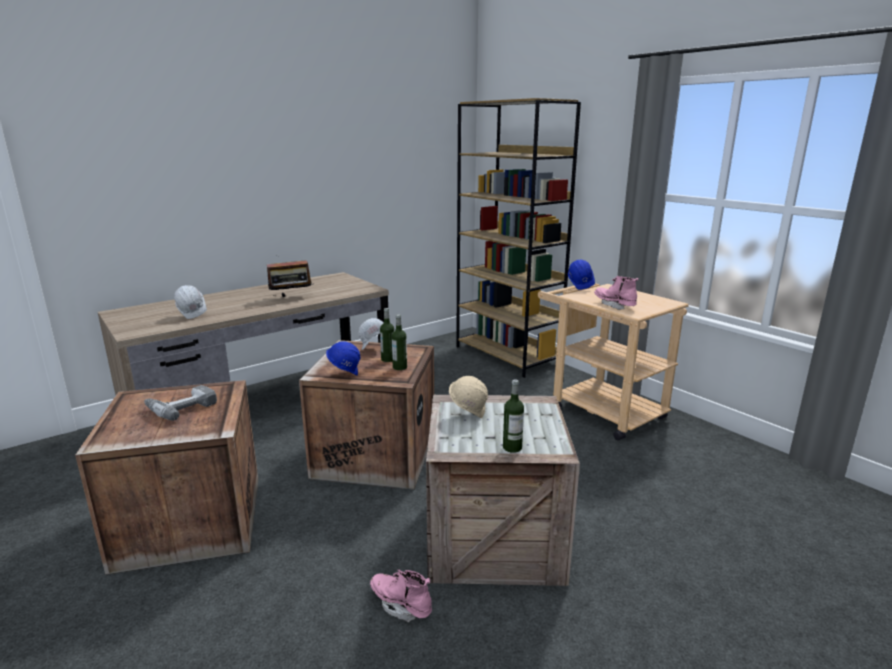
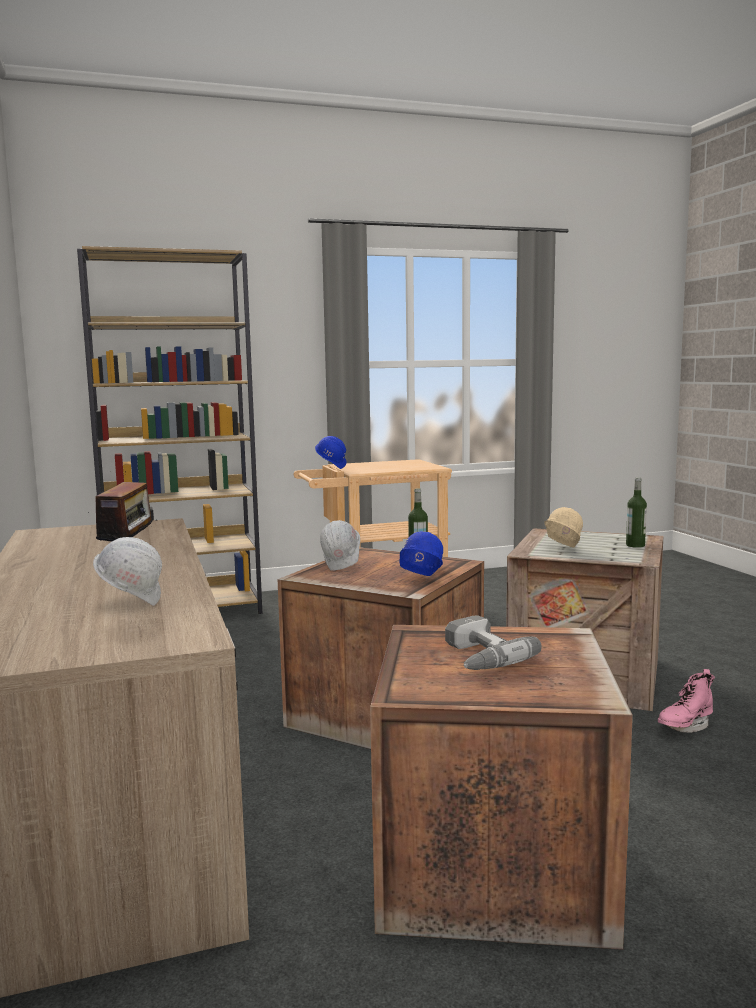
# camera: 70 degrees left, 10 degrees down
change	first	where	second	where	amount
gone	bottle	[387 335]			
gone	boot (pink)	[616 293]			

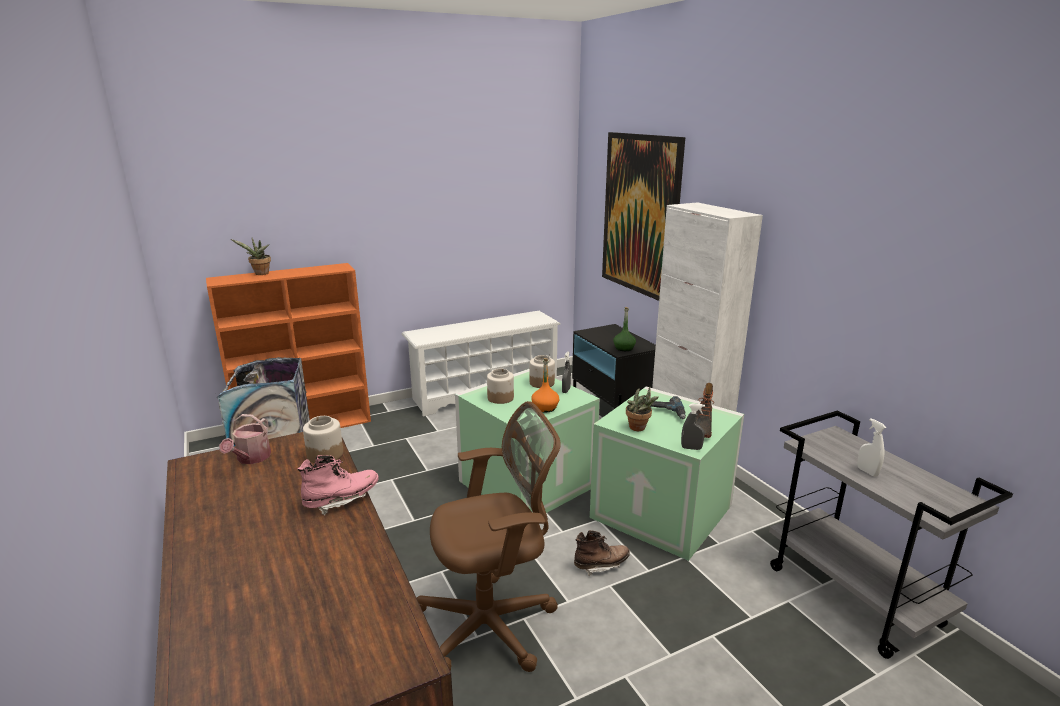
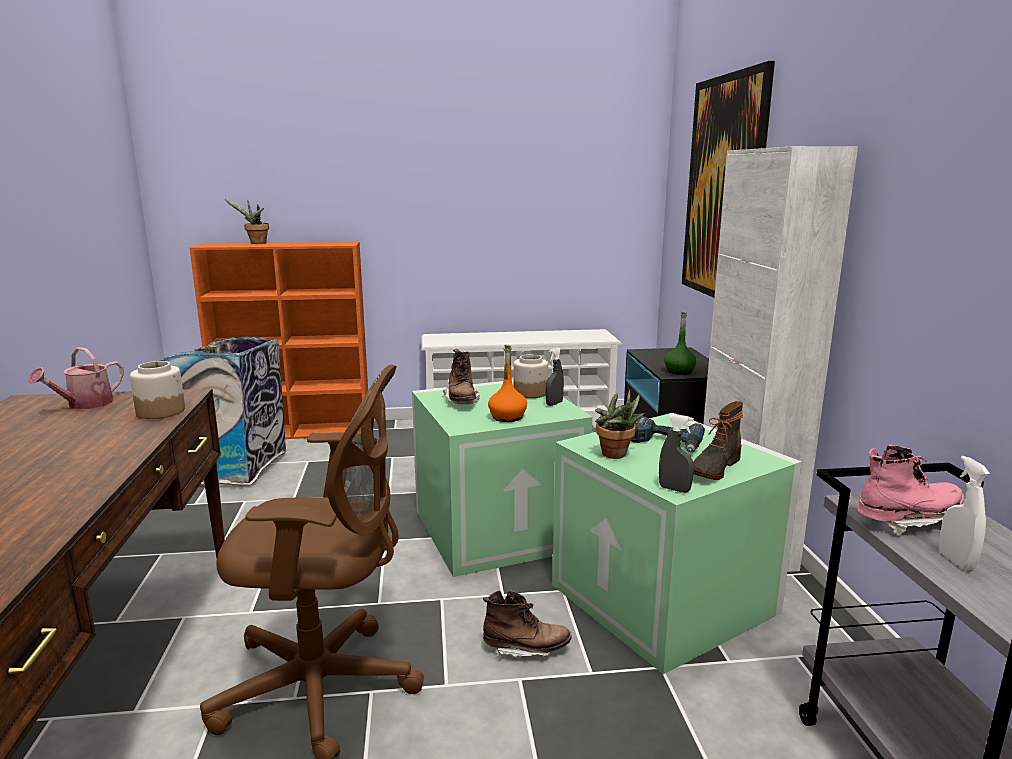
# camera: 20 degrees right, 5 degrees down
change	first	where	second	where	amount
swapped	jar	[500 386]	boot (brown)	[461 376]	
shifted	boot (pink)	[338 485]		[910 490]	

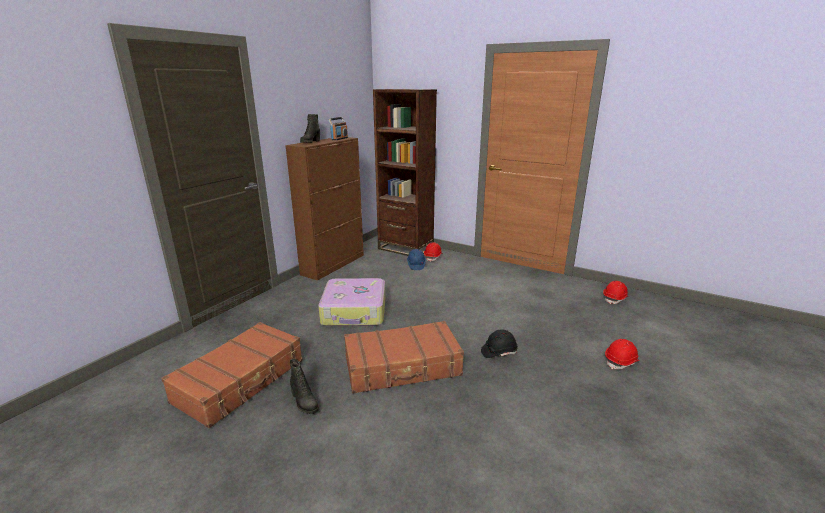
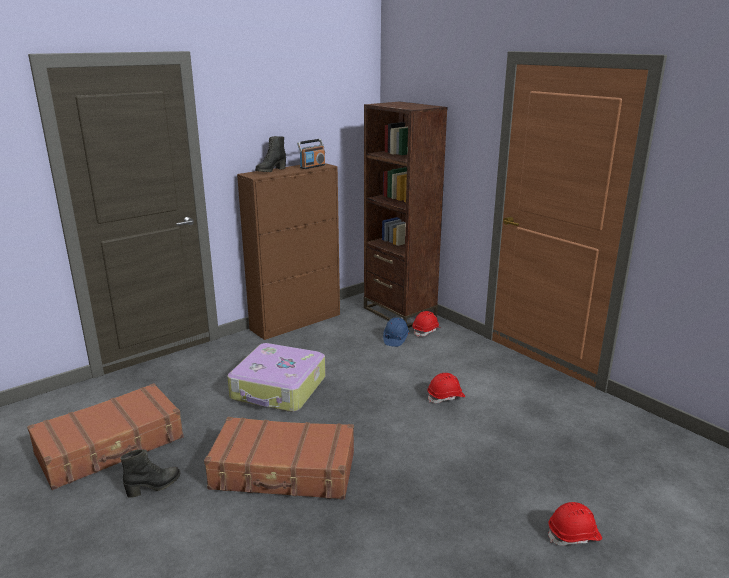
# camera: 20 degrees right, 0 degrees up
change	first	where	second	where	amount
rotated	boot (black)	[304 386]		[150 473]	105 degrees counterclockwise
shifted	hard hat (red)	[616 292]		[446 388]	
gone	hard hat (black)	[499 343]			

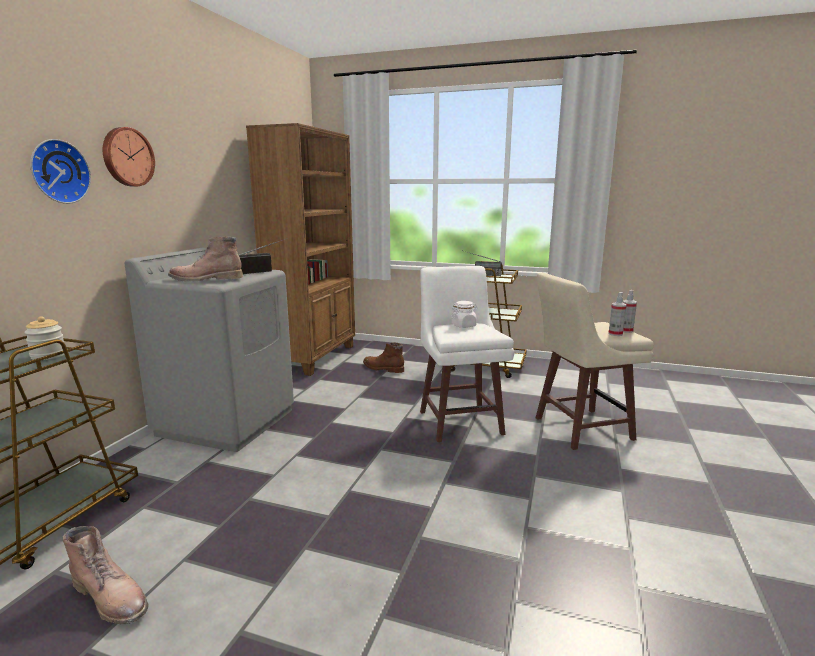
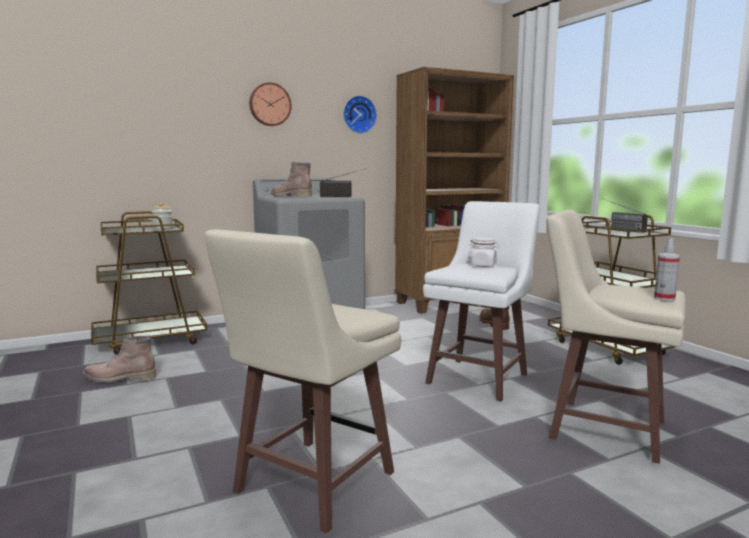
# camera: 45 degrees right, 5 degrees down
change	first	where	second	where	amount
rotated	boot (brown)	[106 575]		[119 359]	105 degrees clockwise
new			stool (beige)	[302 381]	
shifted	wall clock	[60 171]		[360 114]	
gone	spray bottle	[617 314]			

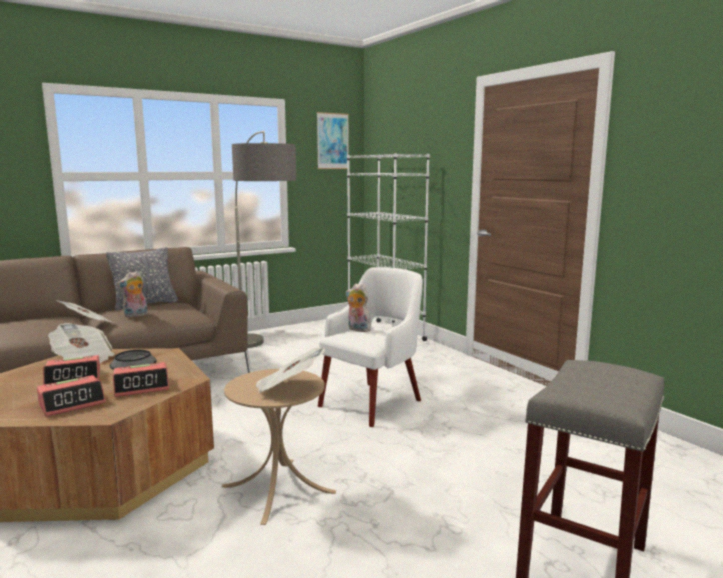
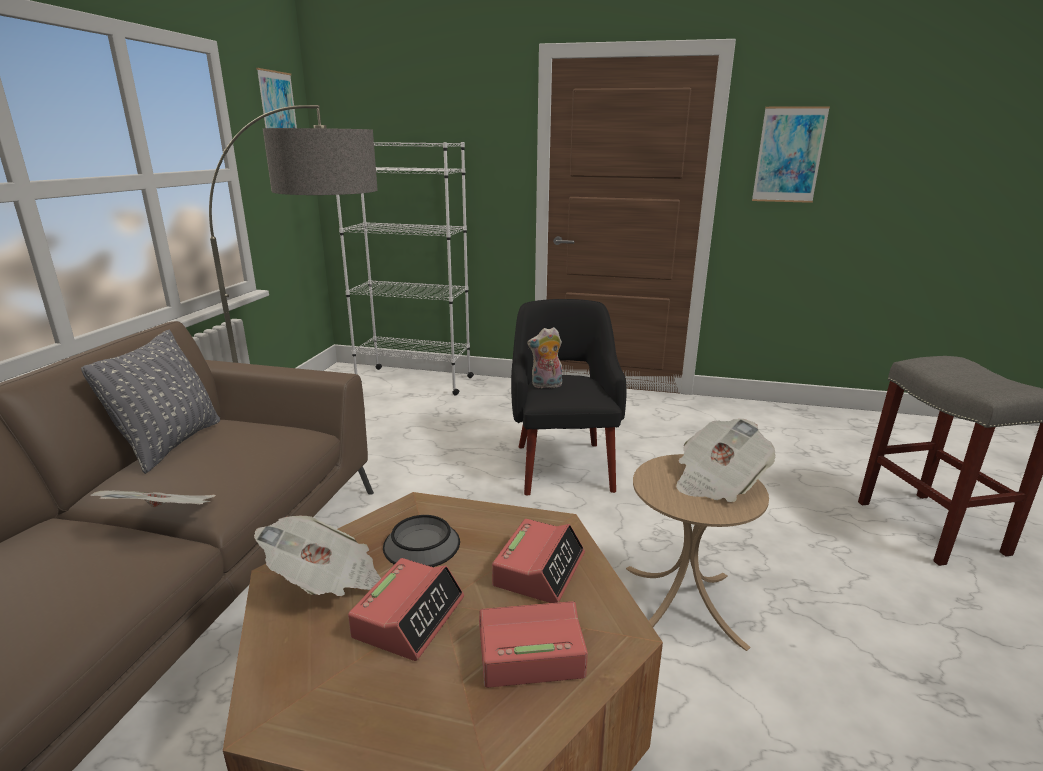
# camera: 45 degrees left, 10 degrees up
change	first	where	second	where	amount
rotated	alarm clock	[71 396]		[533 644]	105 degrees counterclockwise
repainted	armchair (white)	[370 347]	armchair (black)	[569 397]	
new			picture	[791 154]	
gone	plush toy	[132 294]			

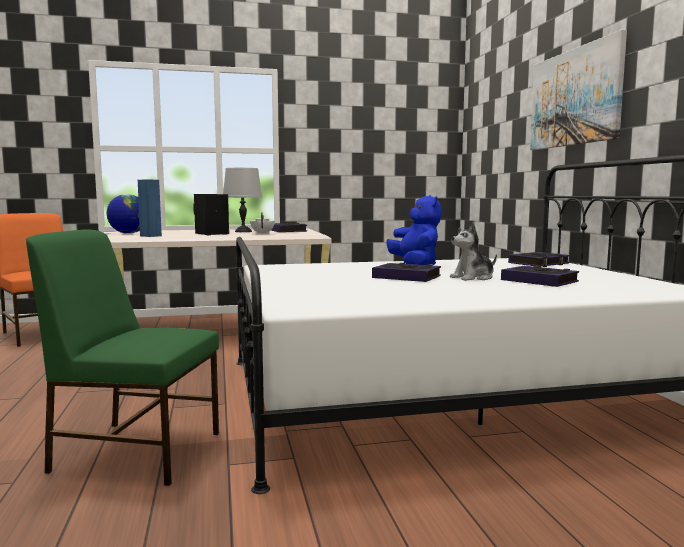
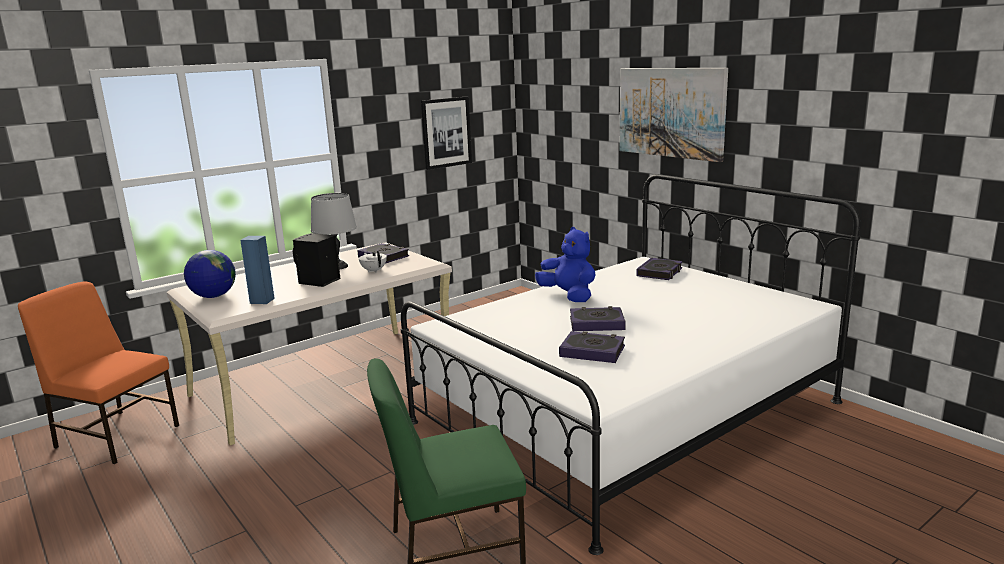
# camera: 25 degrees left, 10 degrees up
change	first	where	second	where	amount
new			picture	[446 133]	
shifted	book	[540 276]		[592 347]	
gone	plush toy	[473 251]			

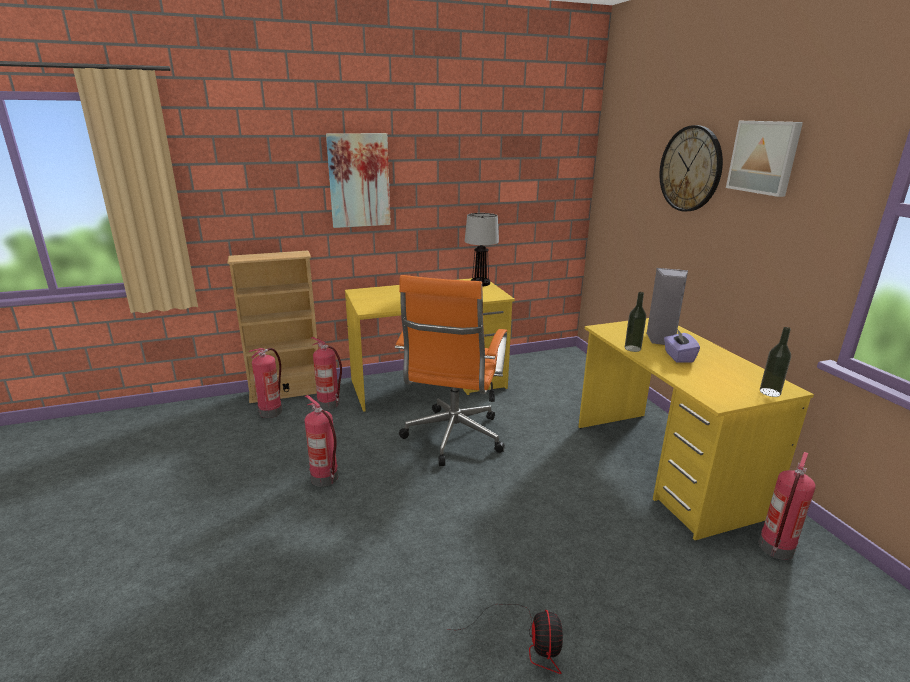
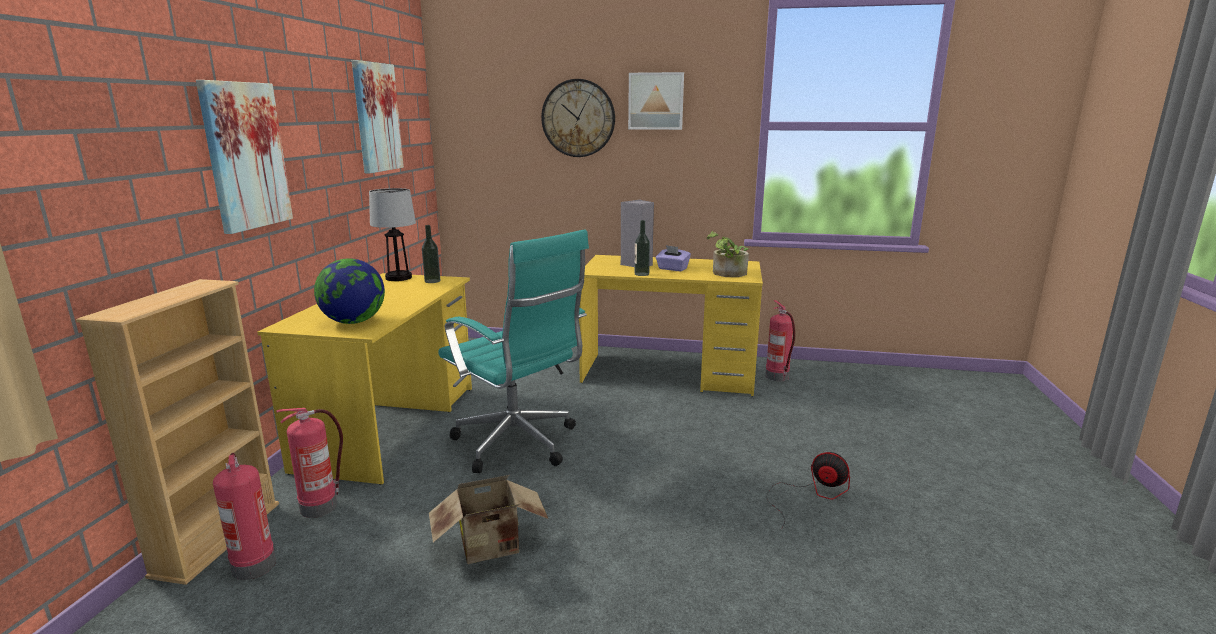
# camera: 60 degrees left, 5 degrees down
change	first	where	second	where	amount
new			globe	[349 291]	
new			picture	[378 117]	
shifted	bottle	[775 362]		[431 254]	
swapped	fire extinguisher	[321 441]	cardboard box	[488 519]	
repainted	office chair (orange)	[451 370]	office chair (turquoise)	[513 351]	
new			potted plant	[728 254]	

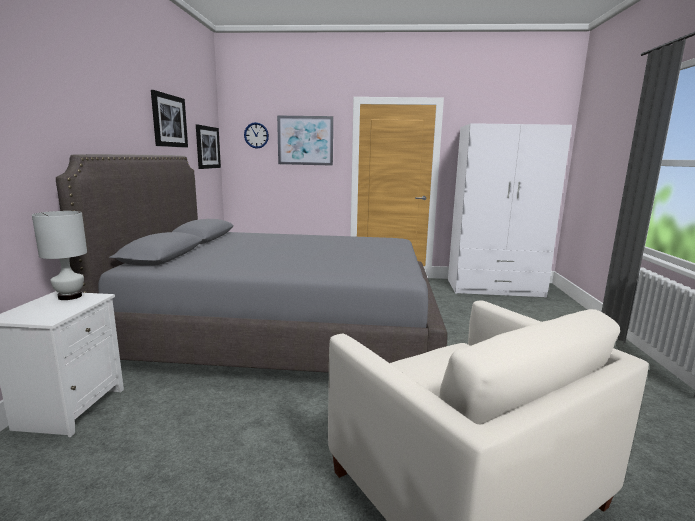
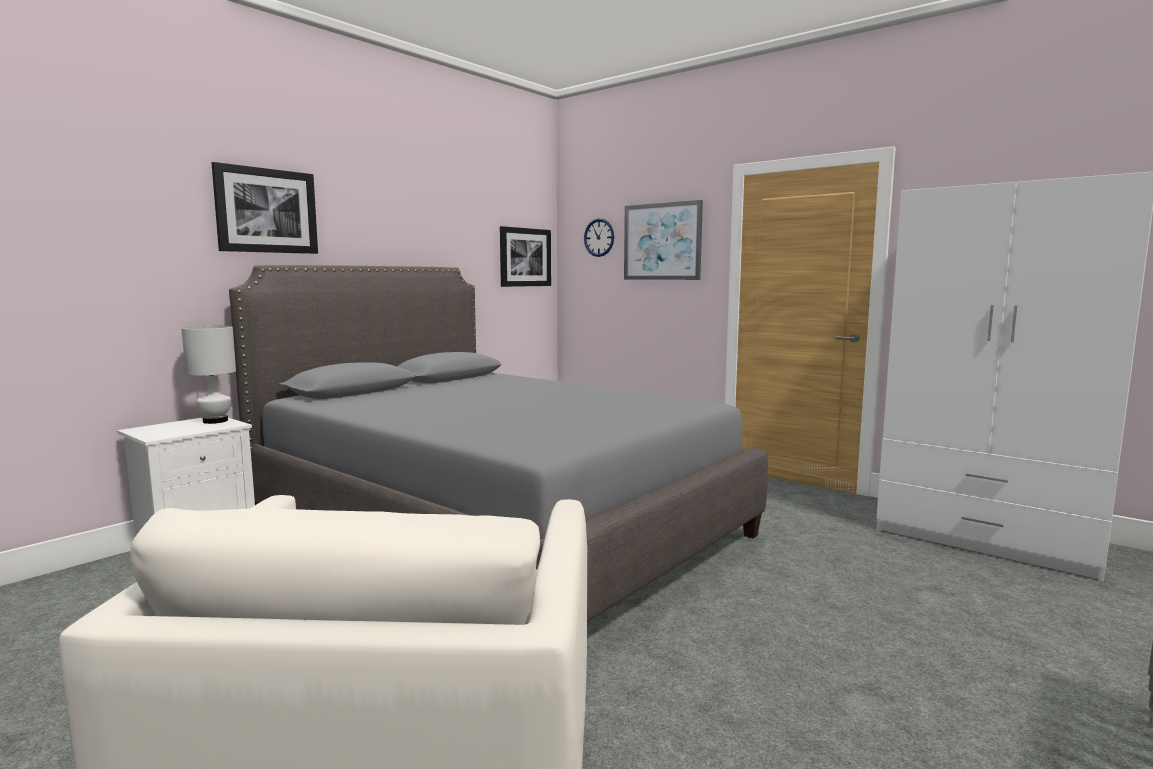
# camera: 35 degrees right, 5 degrees down
change	first	where	second	where	amount
shifted	picture	[169 119]		[265 208]	

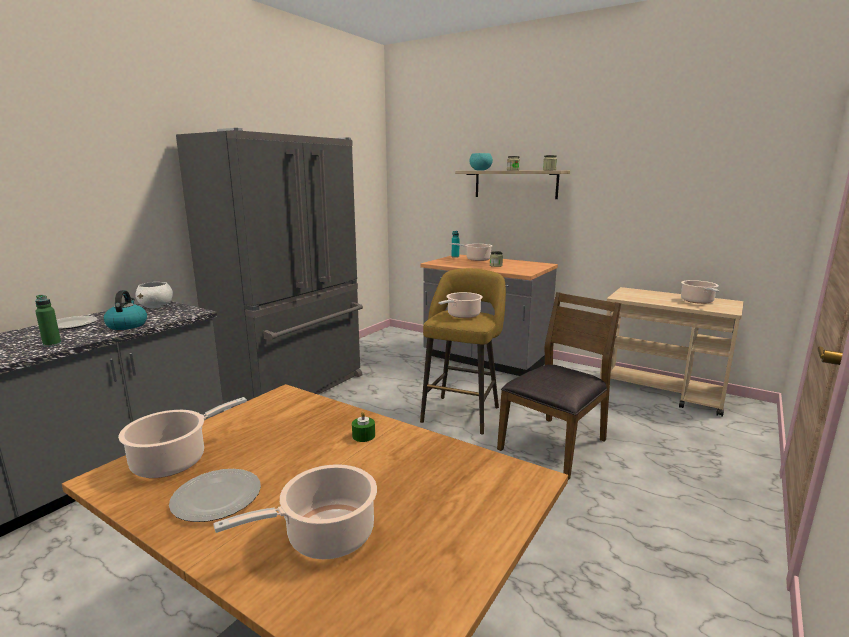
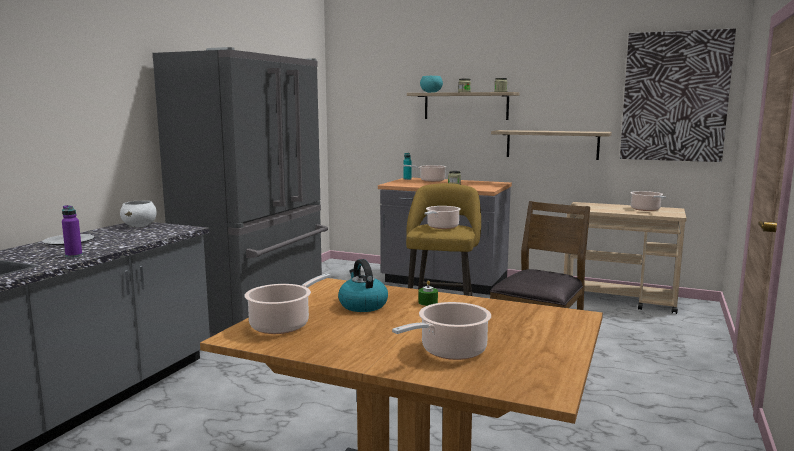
# camera: 10 degrees left, 5 degrees down
change	first	where	second	where	amount
repainted	bottle (green)	[48 321]	bottle (purple)	[72 231]	
shifted	kettle	[125 310]		[363 285]	
new			shelf	[551 145]	
new			picture	[678 95]	
gone	plate	[215 495]			

